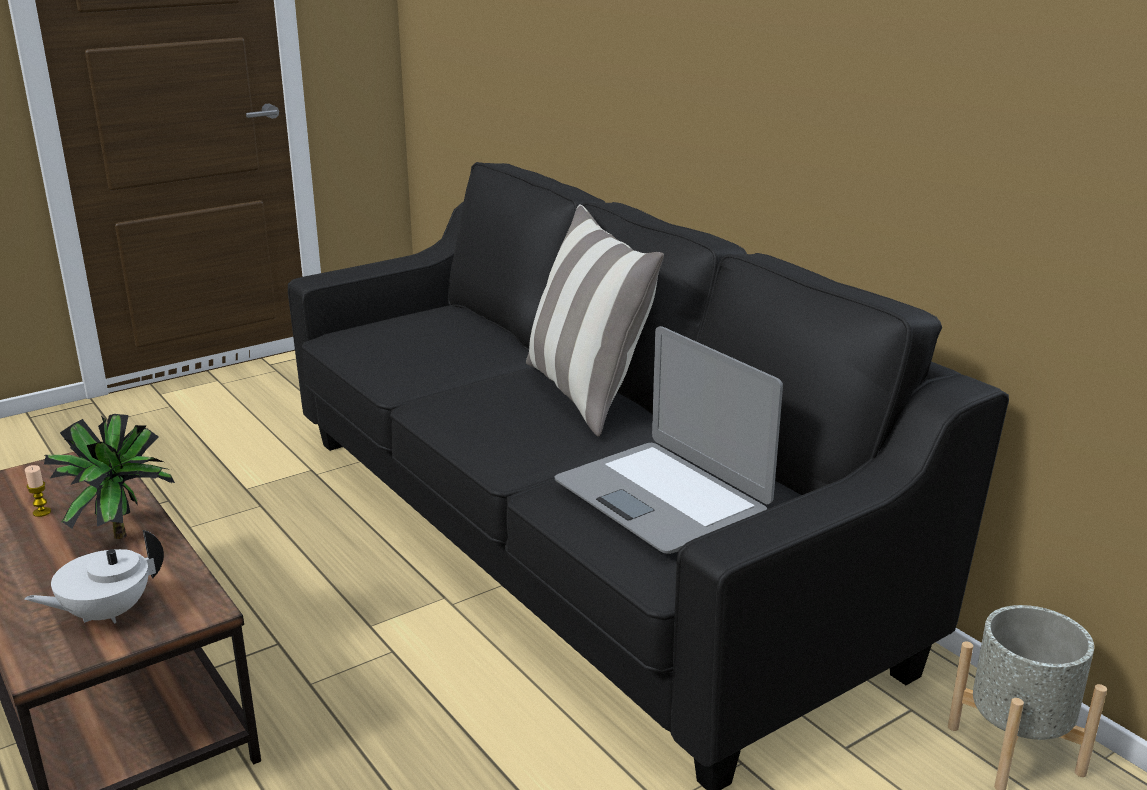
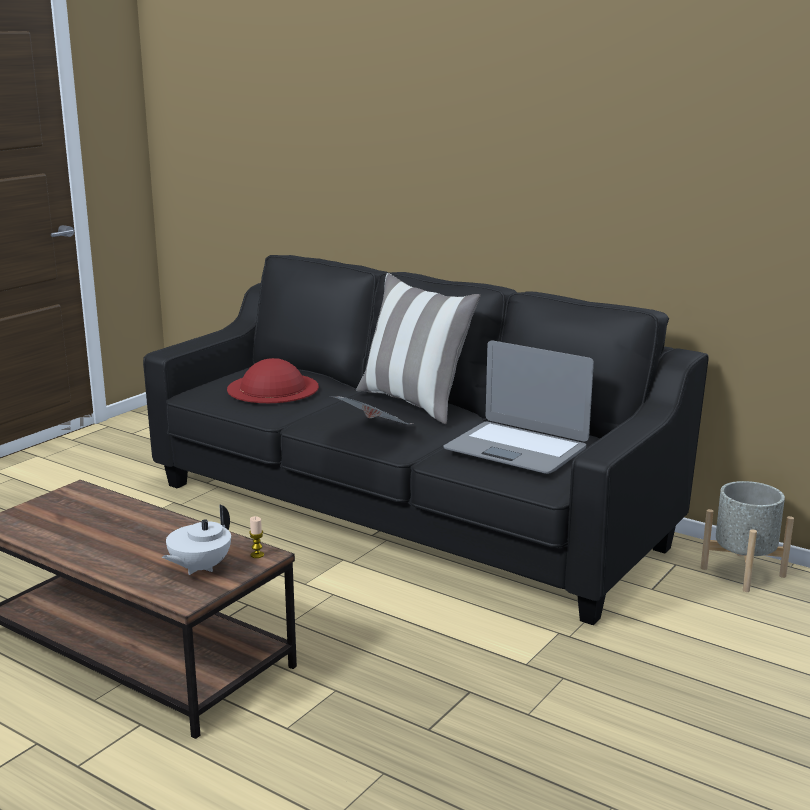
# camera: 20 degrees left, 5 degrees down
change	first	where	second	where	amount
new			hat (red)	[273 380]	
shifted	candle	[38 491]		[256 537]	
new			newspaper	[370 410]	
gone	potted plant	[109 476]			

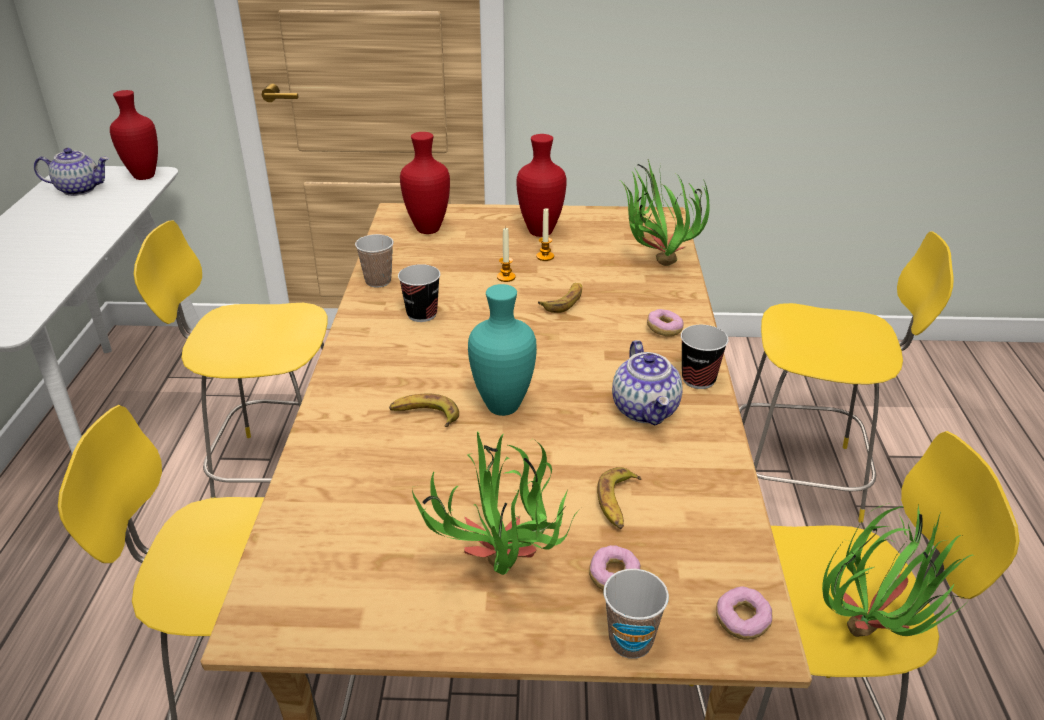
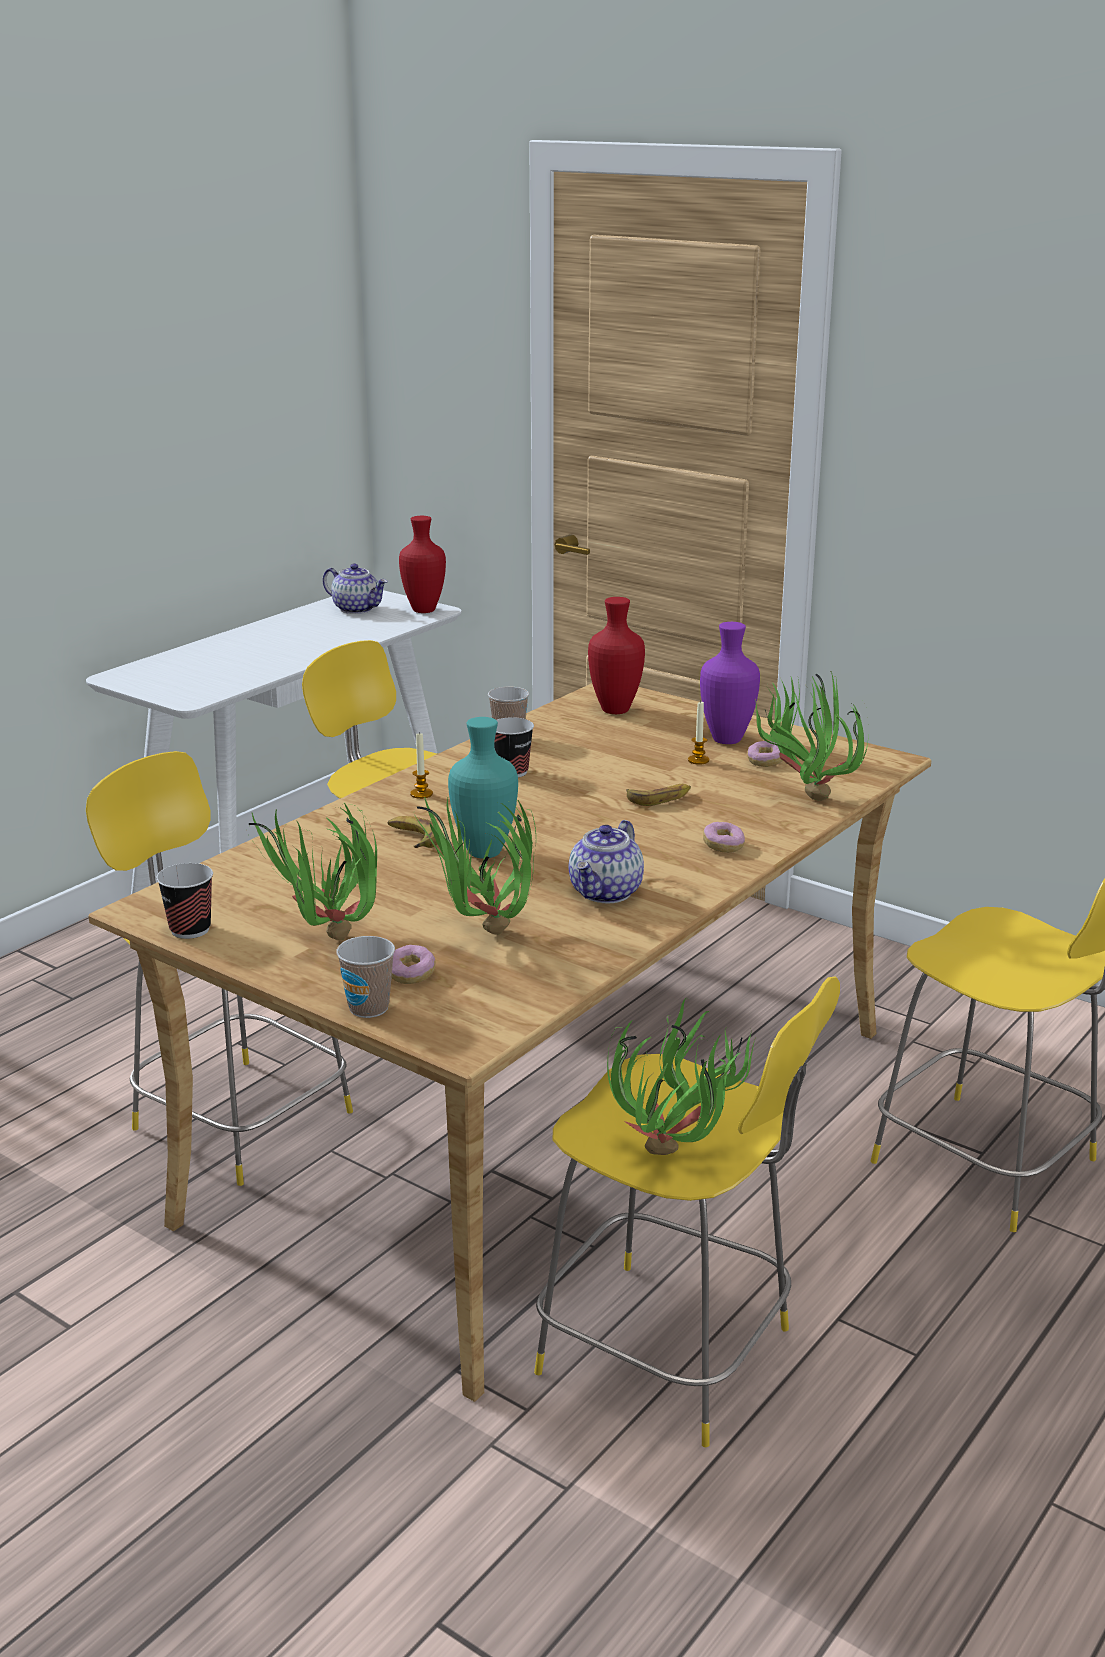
# camera: 35 degrees right, 10 degrees down
change	first	where	second	where	amount
shifted	cup	[705 357]		[184 901]	
shifted	candle	[506 254]		[421 765]	
swapped	banana	[619 498]	potted plant	[474 866]	
repainted	vase (red)	[541 185]	vase (purple)	[730 683]	
shifted	donut	[744 613]		[765 754]	

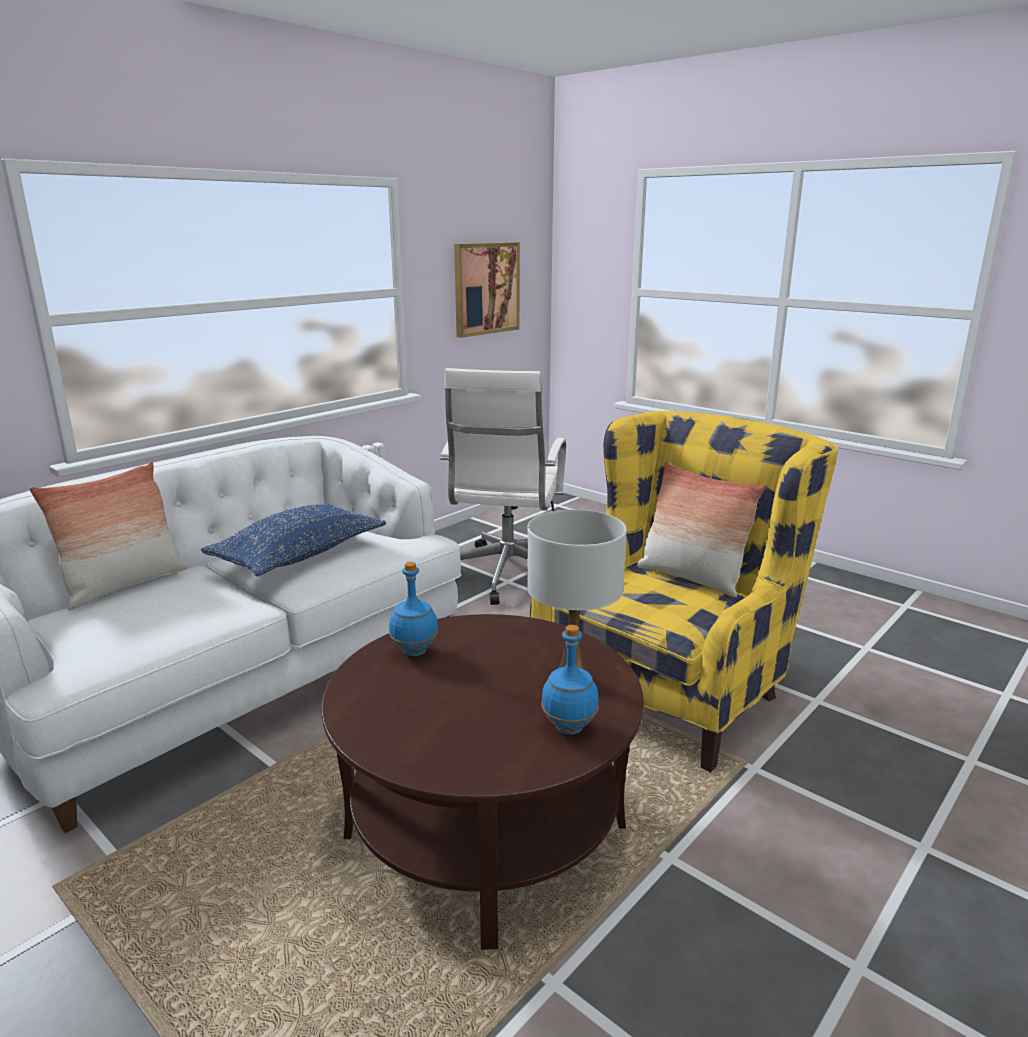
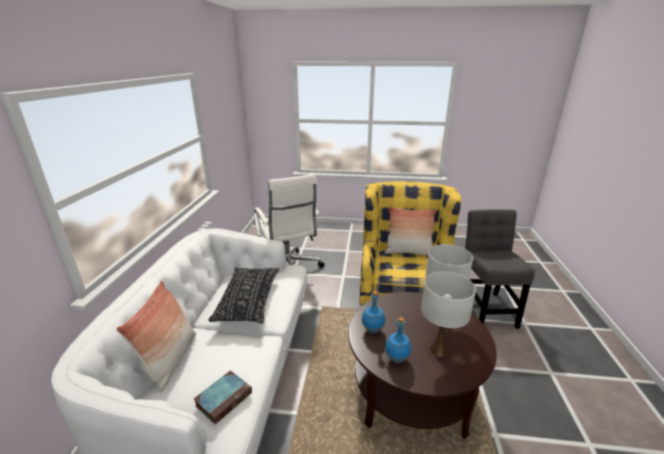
# camera: 35 degrees left, 5 degrees up
change	first	where	second	where	amount
new			book	[223 397]	
repainted	pillow (blue)	[293 540]	pillow (black)	[243 295]	
shifted	bottle (blue)	[570 679]		[398 340]	
new			table lamp (white)	[448 314]	
new			chair (grey)	[500 269]	
gone	picture	[487 290]			

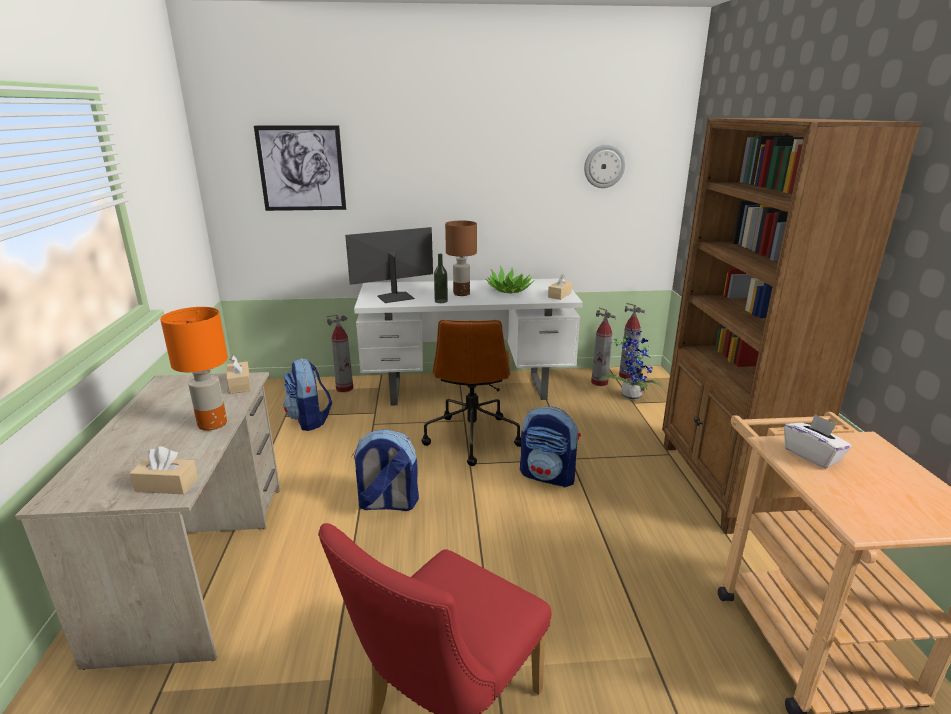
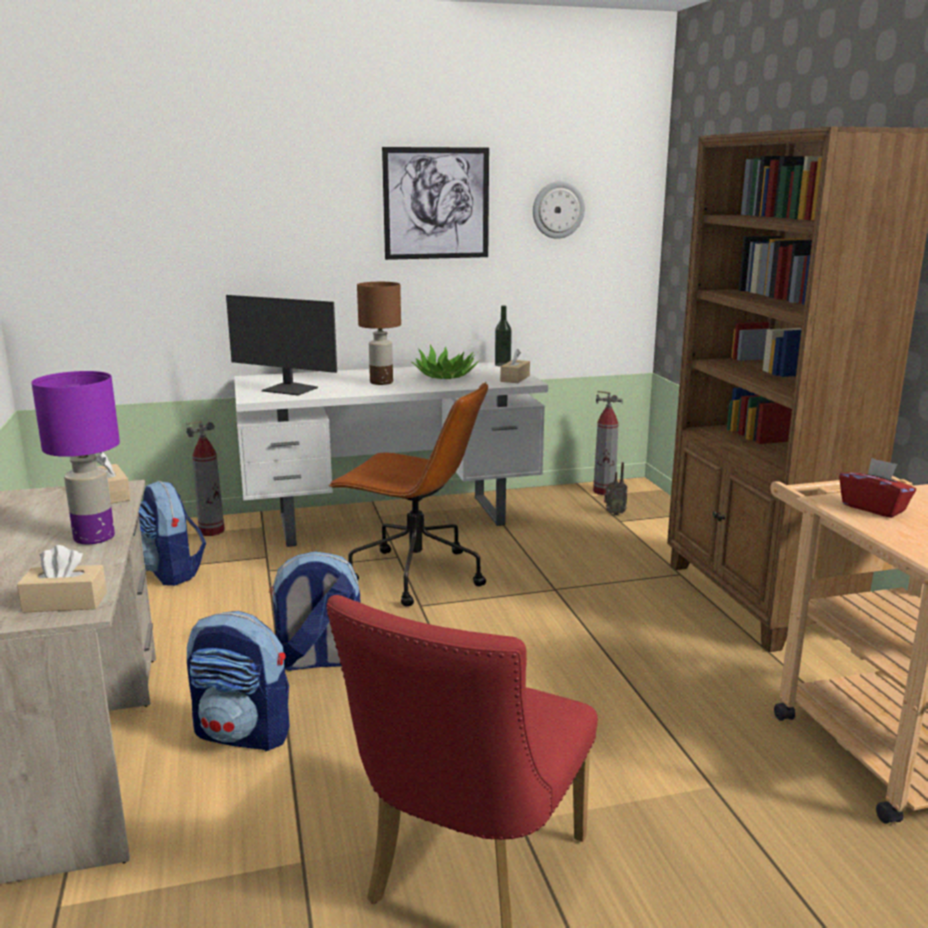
# camera: 10 degrees left, 5 degrees down
change	first	where	second	where	amount
repainted	table lamp (orange)	[194 369]	table lamp (purple)	[75 457]	
shifted	backpack	[550 447]		[238 681]	
rotated	monitor	[389 265]		[281 345]	120 degrees counterclockwise
rotated	office chair (brown)	[471 393]		[408 494]	60 degrees counterclockwise
shifted	picture	[300 168]		[435 203]	
shifted	bottle	[441 278]		[503 336]	
swapped	potted plant	[630 364]	radio	[616 488]	
repainted	tissue box (white)	[818 441]	tissue box (red)	[877 488]	
gone	fire extinguisher	[603 346]			

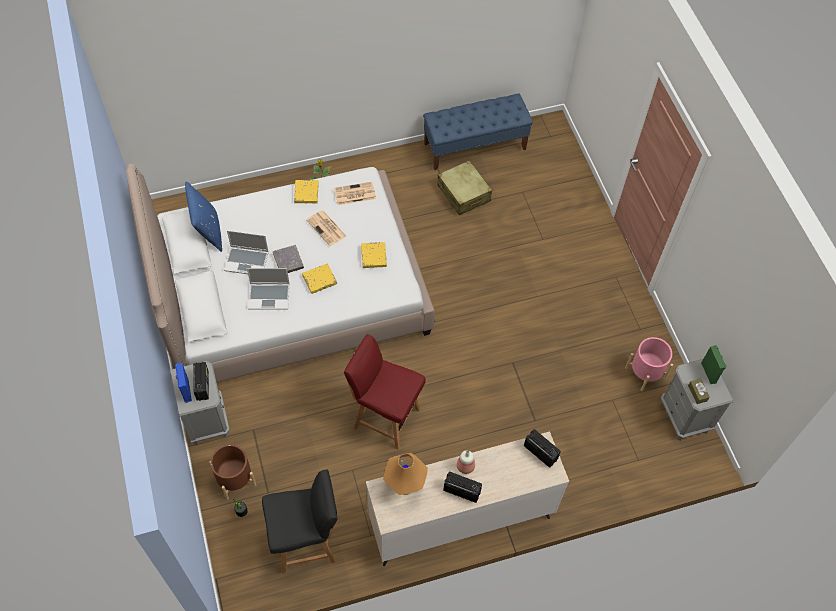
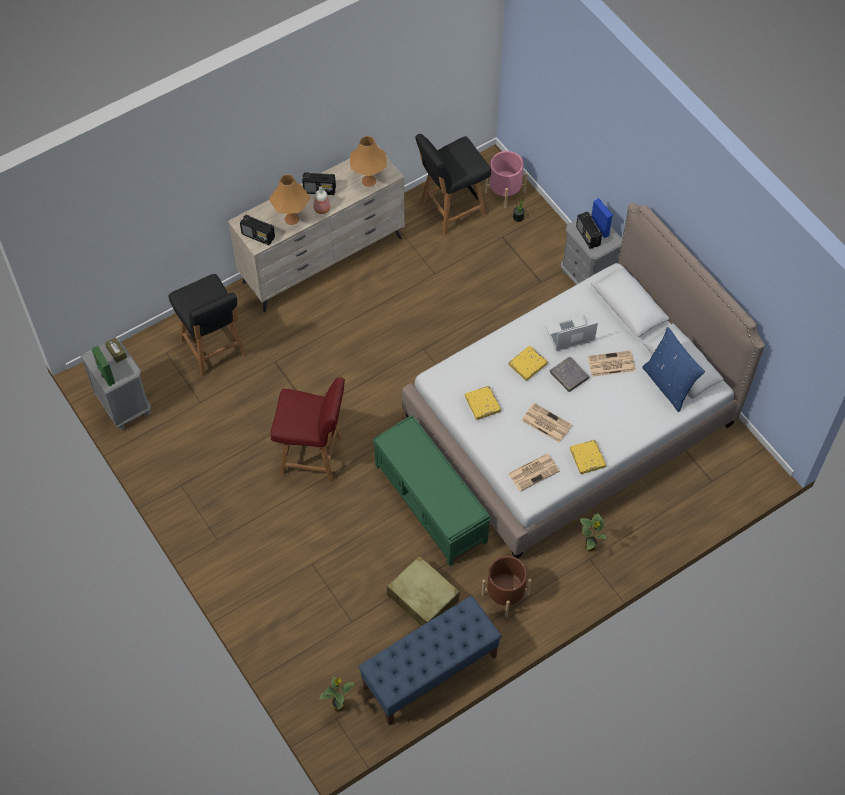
# camera: 165 degrees right, 0 degrees up
change	first	where	second	where	amount
new			chair (black)	[208 325]	
new			table lamp (orange)	[289 200]	
shifted	chair (red)	[385 391]		[308 429]	
new			potted plant	[337 694]	
new			bench (green)	[431 490]	
shifted	planter (brown)	[232 472]		[506 586]	
shifted	planter (pink)	[649 364]		[505 180]	
swapped	laptop	[246 252]	newspaper	[611 363]	

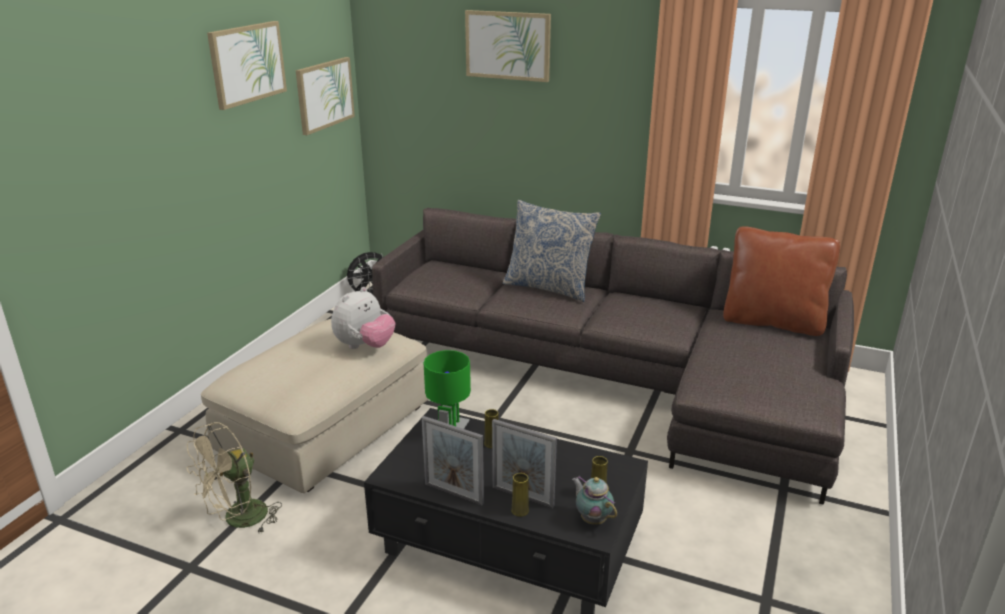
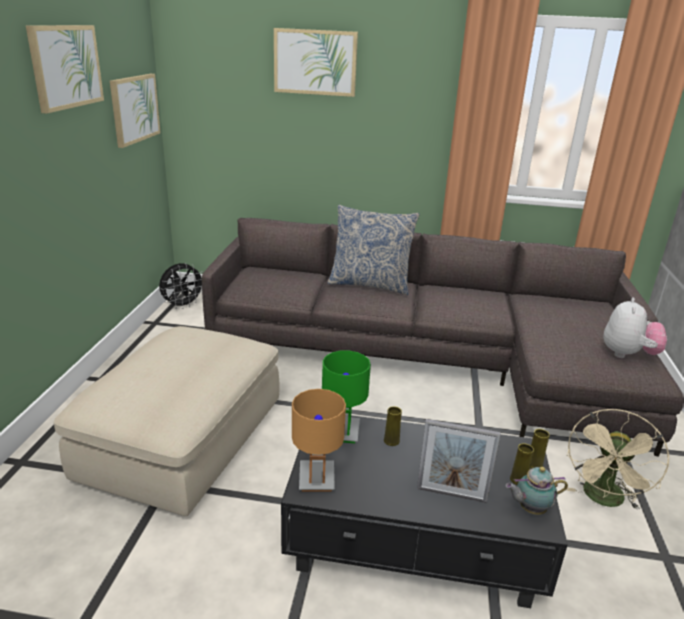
# camera: 15 degrees left, 0 degrees up
change	first	where	second	where	amount
new			table lamp (brown)	[319 440]	
rotated	teapot	[594 500]		[536 491]	45 degrees counterclockwise
shifted	vase (yellow)	[520 495]		[540 449]	
shifted	fan (beige)	[234 477]		[618 459]	
shifted	plush toy	[363 318]		[635 327]	
gone	picture frame	[453 460]			
gone	pillow (brown)	[781 281]			

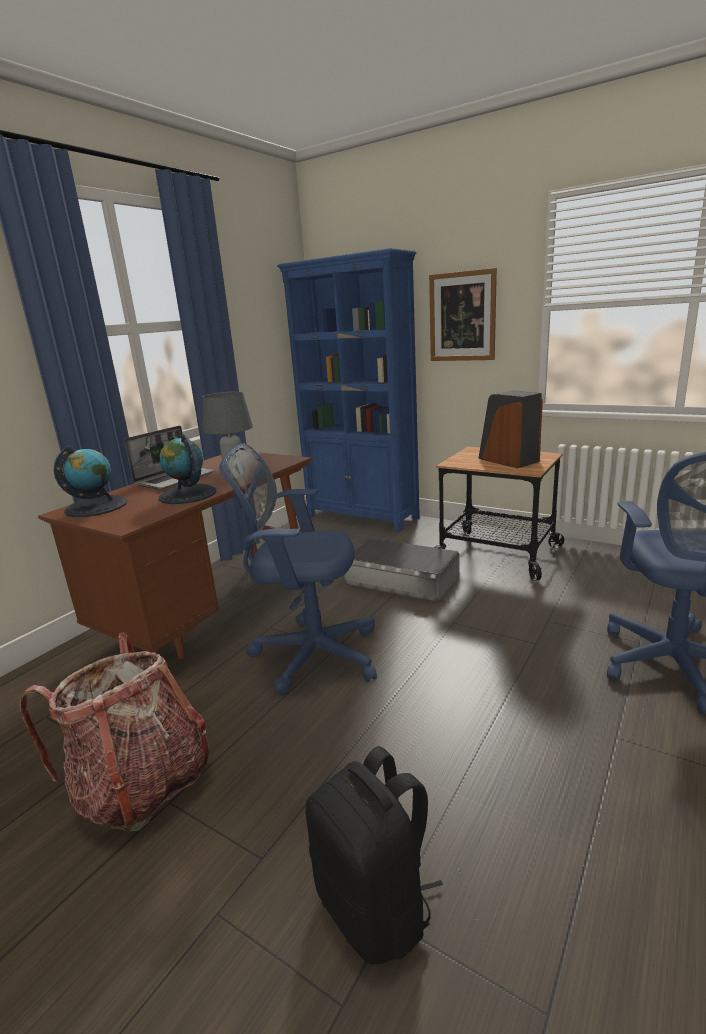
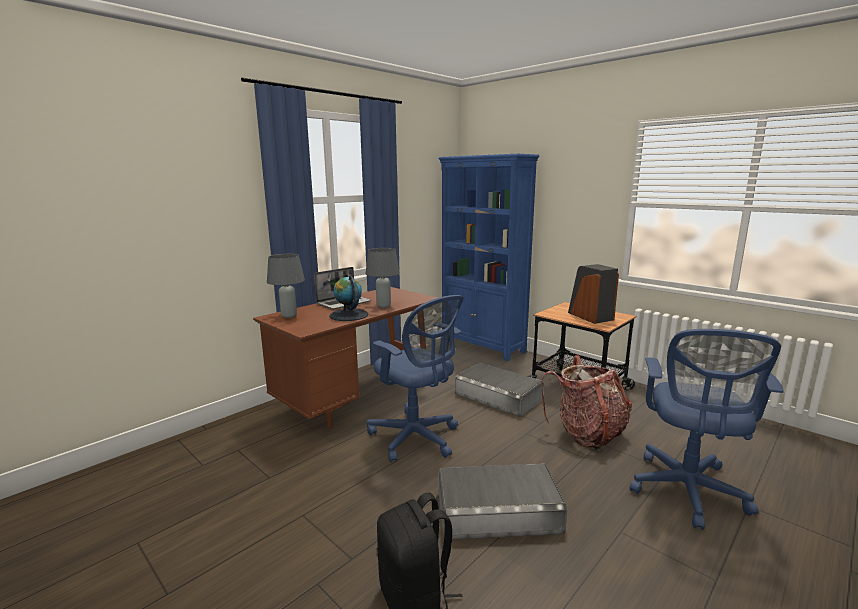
# camera: 10 degrees right, 5 degrees down
change	first	where	second	where	amount
swapped	globe	[90 481]	table lamp (grey)	[286 286]	
rotated	office chair (blue)	[298 569]		[415 378]	150 degrees counterclockwise
new			storage box (grey)	[502 501]	
shifted	backpack	[114 732]		[586 402]	
gone	picture	[463 314]			

